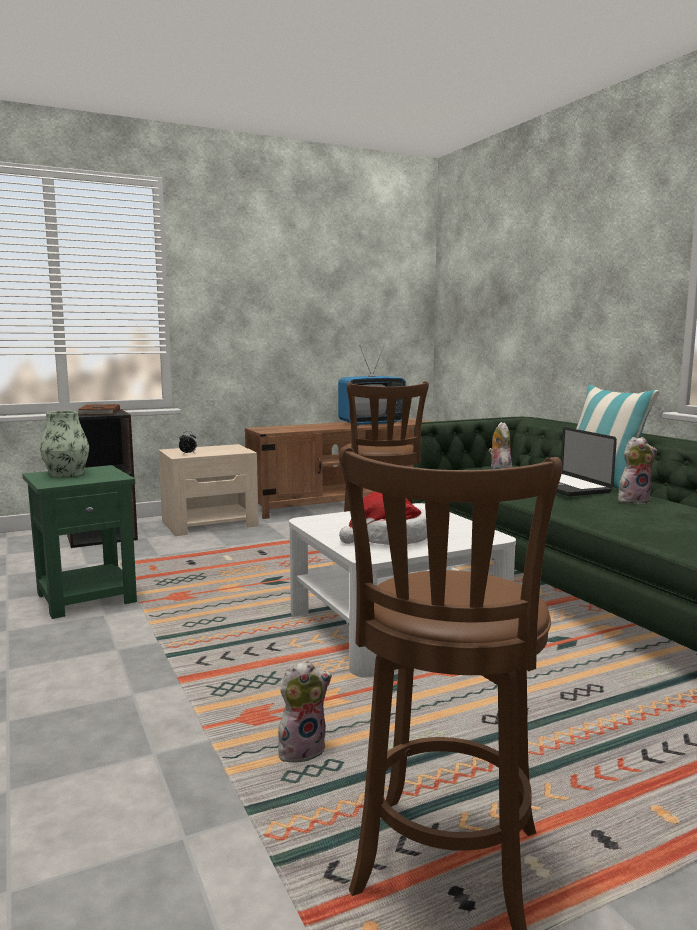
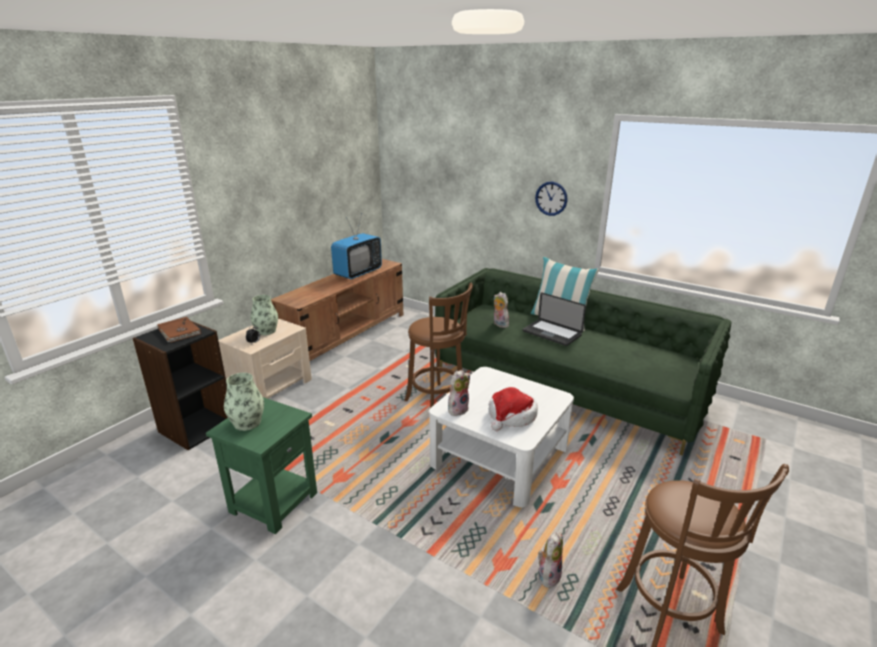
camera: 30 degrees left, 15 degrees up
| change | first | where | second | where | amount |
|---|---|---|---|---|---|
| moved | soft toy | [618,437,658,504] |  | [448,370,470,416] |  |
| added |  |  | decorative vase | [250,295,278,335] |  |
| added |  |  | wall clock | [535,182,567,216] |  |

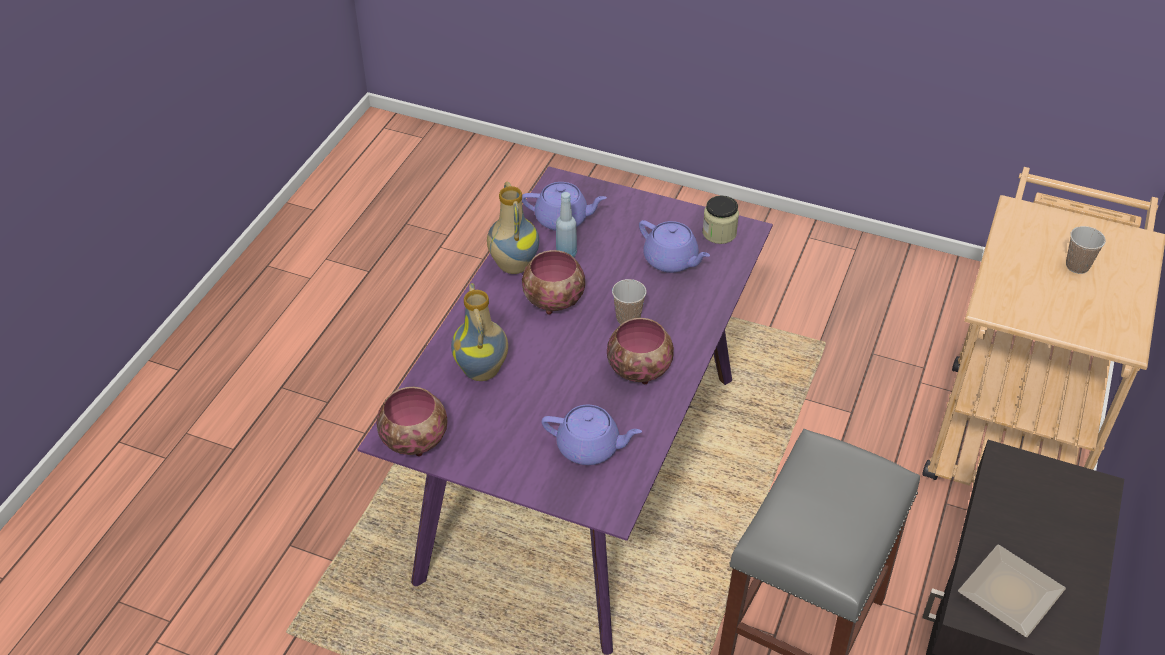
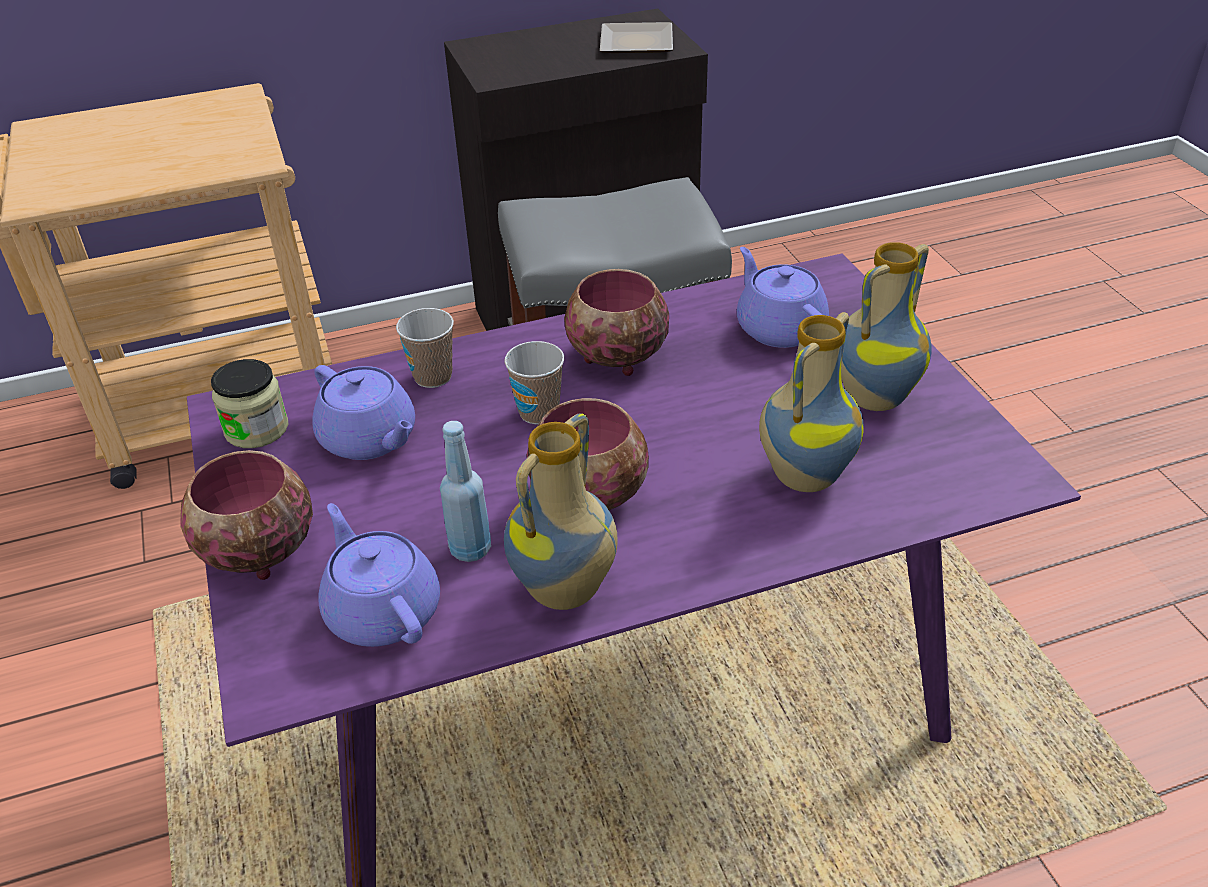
camera: 130 degrees left, 5 degrees down
| change | first | where | second | where | amount |
|---|---|---|---|---|---|
| moved | bowl | [376,387,448,456] |  | [180,450,313,580] |  |
| turned | purplish pot for tea | [639,220,710,273] |  | [312,365,415,460] | 135 degrees clockwise |
| moved | drinking cup | [1066,226,1106,274] |  | [396,308,454,388] |  |
| added |  |  | decorative vase | [841,242,931,411] |  |

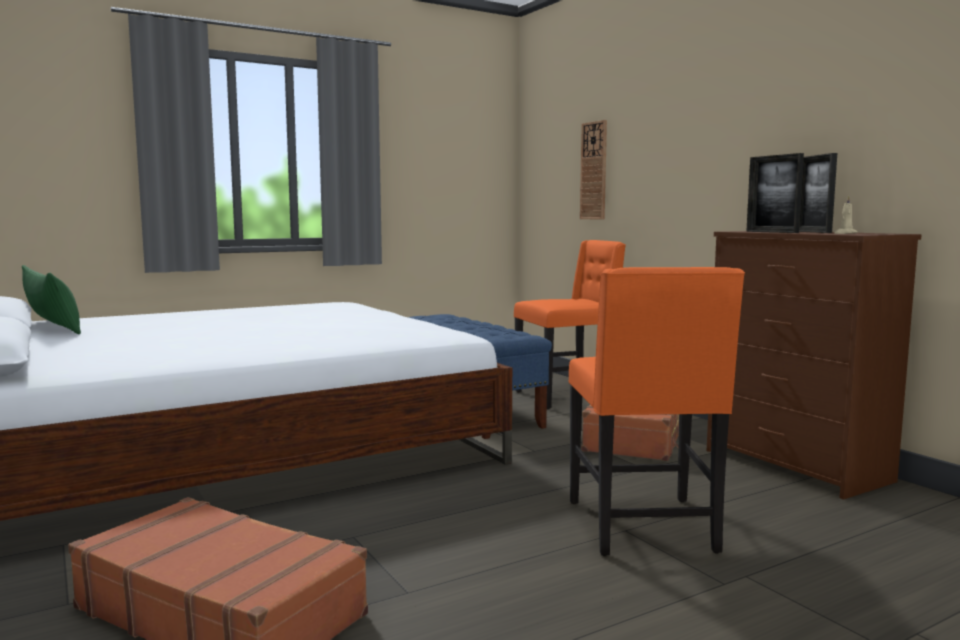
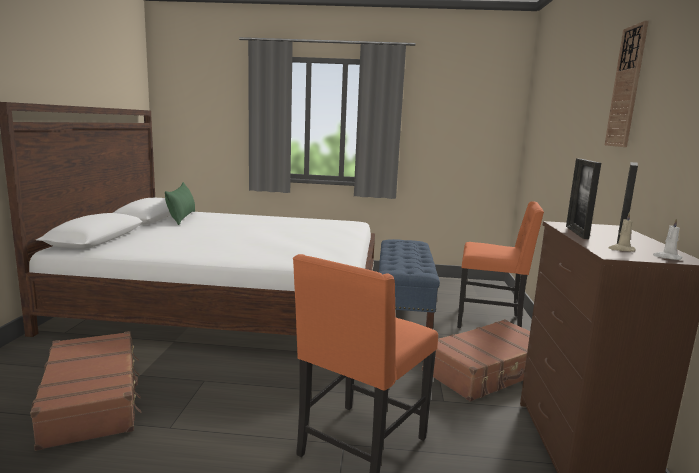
camera: 35 degrees right, 5 degrees up
| change | first | where | second | where | amount |
|---|---|---|---|---|---|
| moved | wall clock | [580,120,607,220] |  | [605,21,649,147] |  |
| added |  |  | white-coloured wax candle | [653,219,682,260] |  |

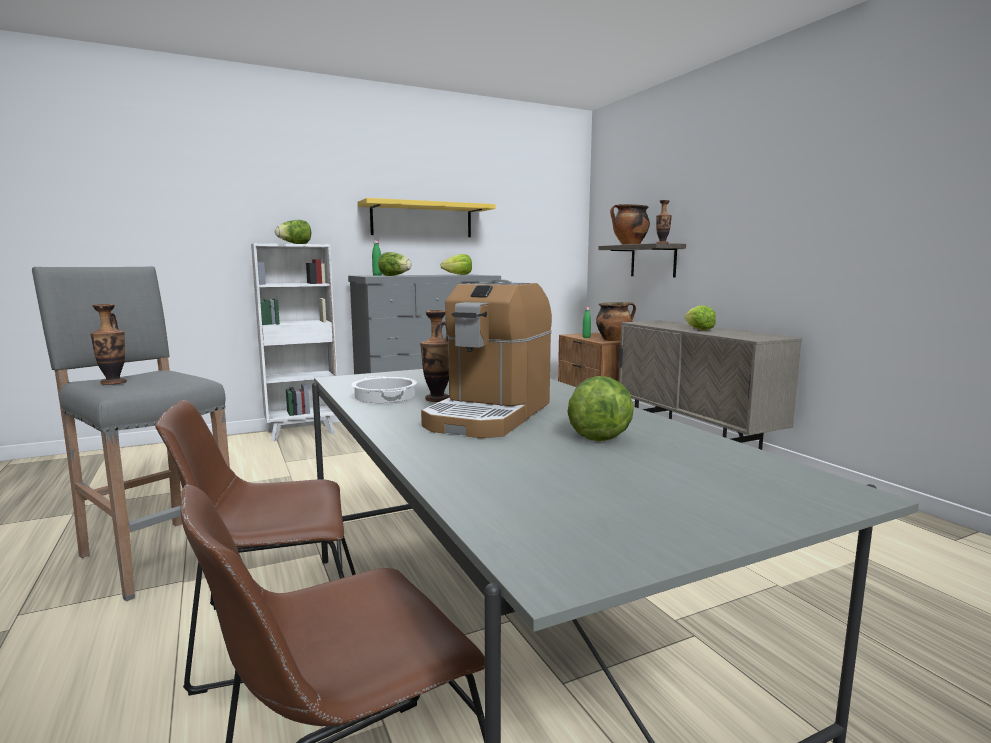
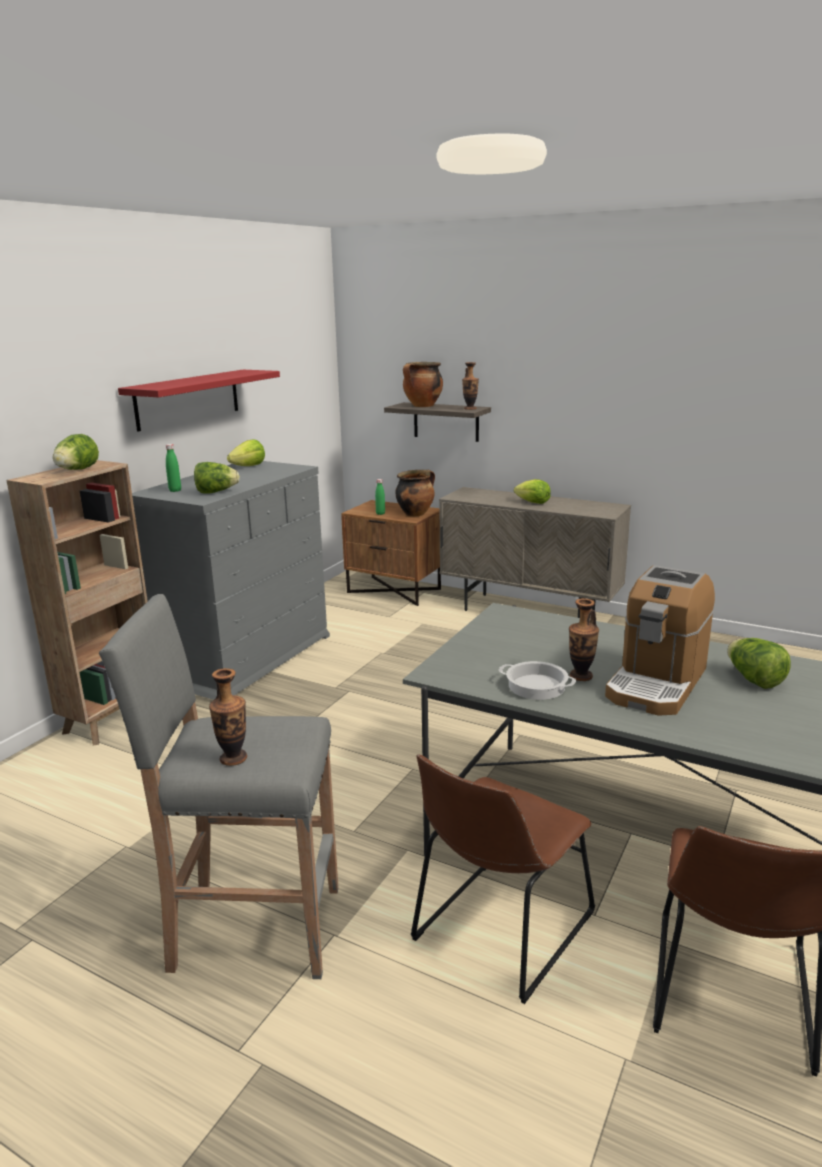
camera: 35 degrees left, 10 degrees up
| change | first | where | second | where | amount |
|---|---|---|---|---|---|
| recoloured | white-coloured bookshelf | [251,243,337,441] | brown bookshelf | [6,460,148,745] |  |
| recoloured | yellow wall shelf | [358,198,496,237] | red-coloured wall shelf | [118,370,280,432] |  |
| turned | coffee maker | [421,280,552,438] |  | [605,565,715,716] | 45 degrees clockwise |

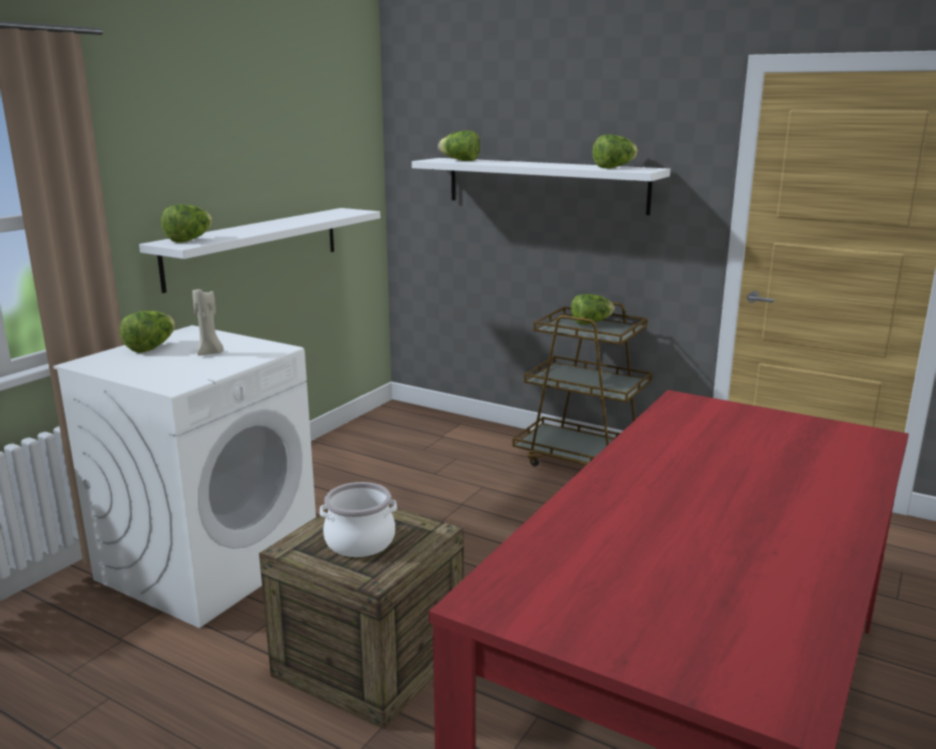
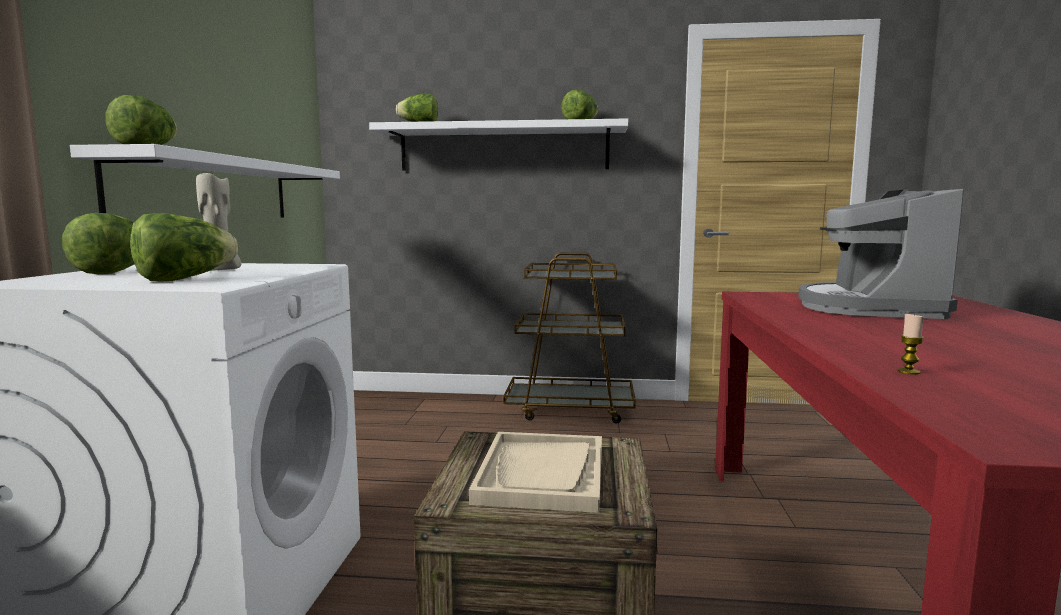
camera: 25 degrees left, 10 degrees down
| change | first | where | second | where | amount |
|---|---|---|---|---|---|
| replaced | saucepot | [320,482,397,557] | beige-coloured tray | [469,432,602,513] |  |
| moved | head of lettuce | [571,294,615,325] |  | [130,213,238,281] |  |
| added |  |  | coffee maker | [798,189,964,319] |  |
| added |  |  | wax candle | [898,313,924,375] |  |

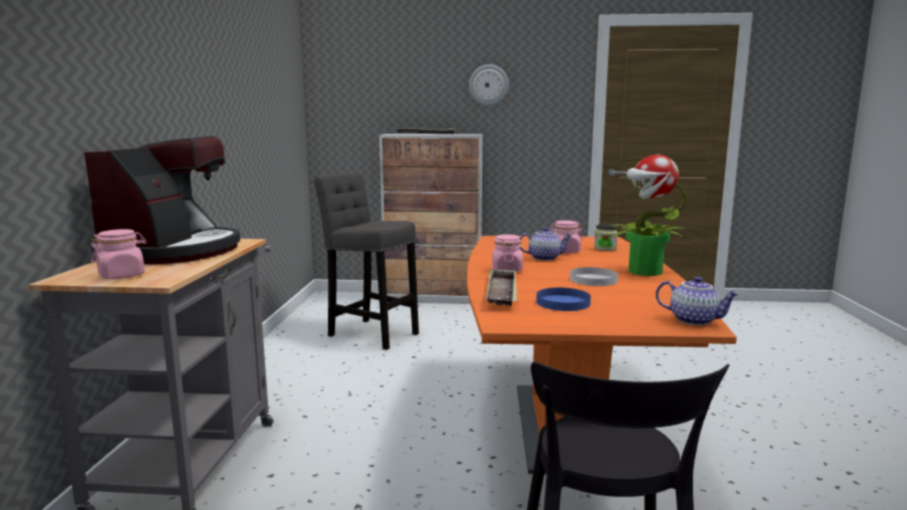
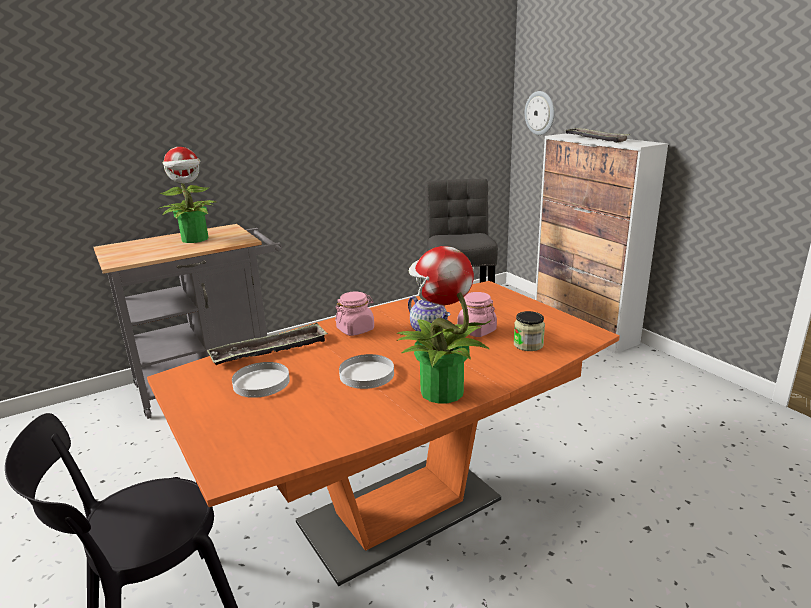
camera: 55 degrees right, 10 degrees up
| change | first | where | second | where | amount |
|---|---|---|---|---|---|
| replaced | coffee maker | [84,136,240,264] | houseplant | [160,147,217,243] |  |
| removed | pink storage jar | [91,229,147,279] |  |  |  |
| moved | wall clock | [469,64,509,106] |  | [525,91,554,135] |  |
| recoloured | blue dinner plate | [536,288,591,311] | white-coloured dinner plate | [232,362,290,398] |  |
| removed | pot for tea | [656,276,739,326] |  |  |  |

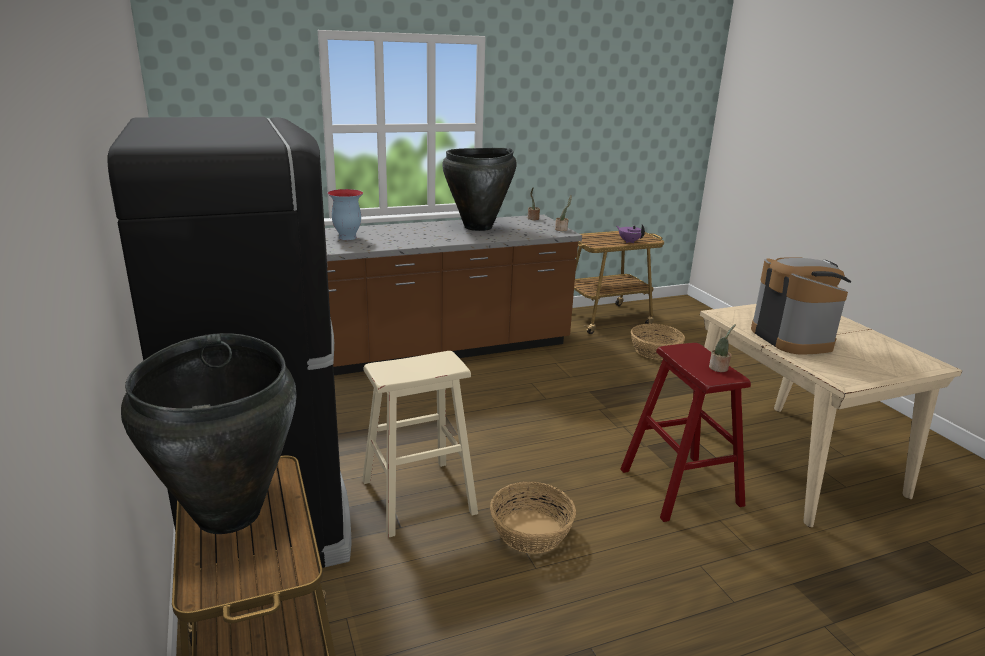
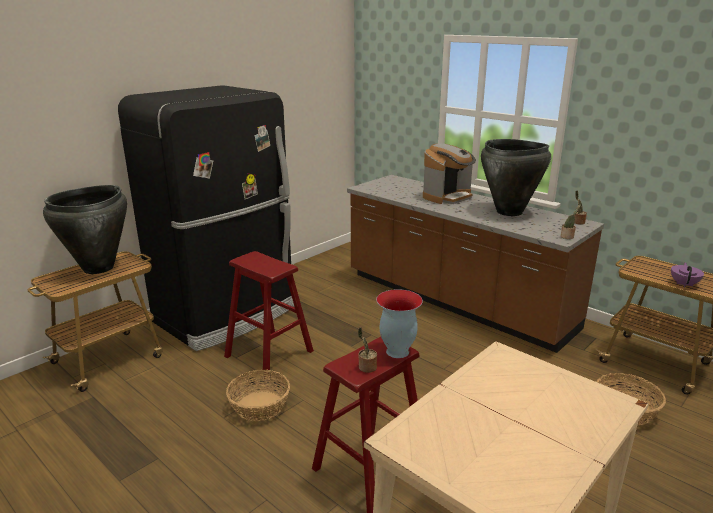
camera: 65 degrees right, 0 degrees up
| change | first | where | second | where | amount |
|---|---|---|---|---|---|
| moved | decorative vase | [327,189,363,240] |  | [376,289,423,358] |  |
| recoloured | beige-coloured stool | [362,351,478,538] | red-coloured stool | [224,251,314,378] |  |
| moved | coffee maker | [751,257,852,355] |  | [423,143,476,204] |  |

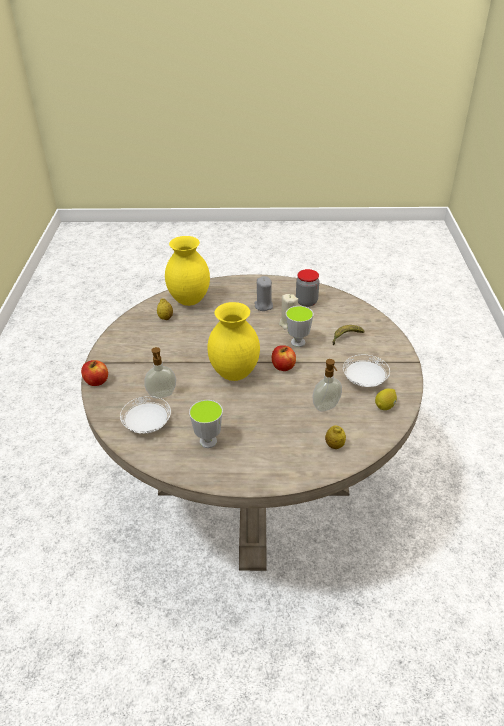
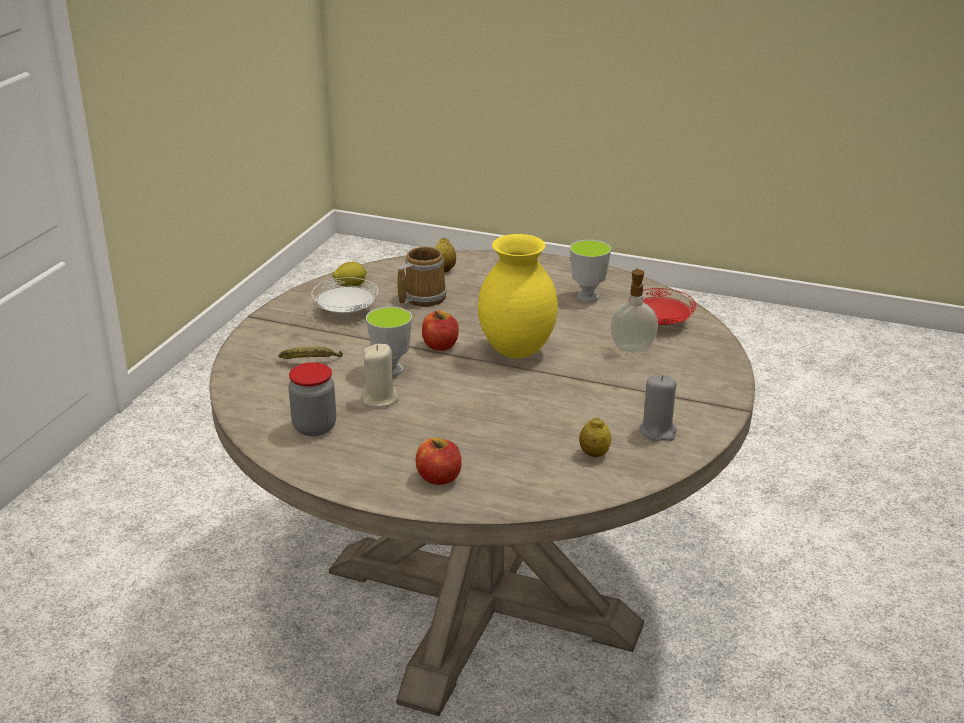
camera: 160 degrees left, 10 degrees down
| change | first | where | second | where | amount |
|---|---|---|---|---|---|
| moved | apple | [81,360,108,386] |  | [416,438,462,485] |  |
| recoloured | white-coloured dinner plate | [120,396,171,434] | red-coloured dinner plate | [628,288,696,325] |  |
| removed | yellow decorative vase | [165,236,210,306] |  |  |  |
| moved | gray wax candle | [254,276,273,311] |  | [639,375,677,441] |  |
| replaced | soap bottle | [313,359,342,412] | mug | [397,246,447,307] |  |

